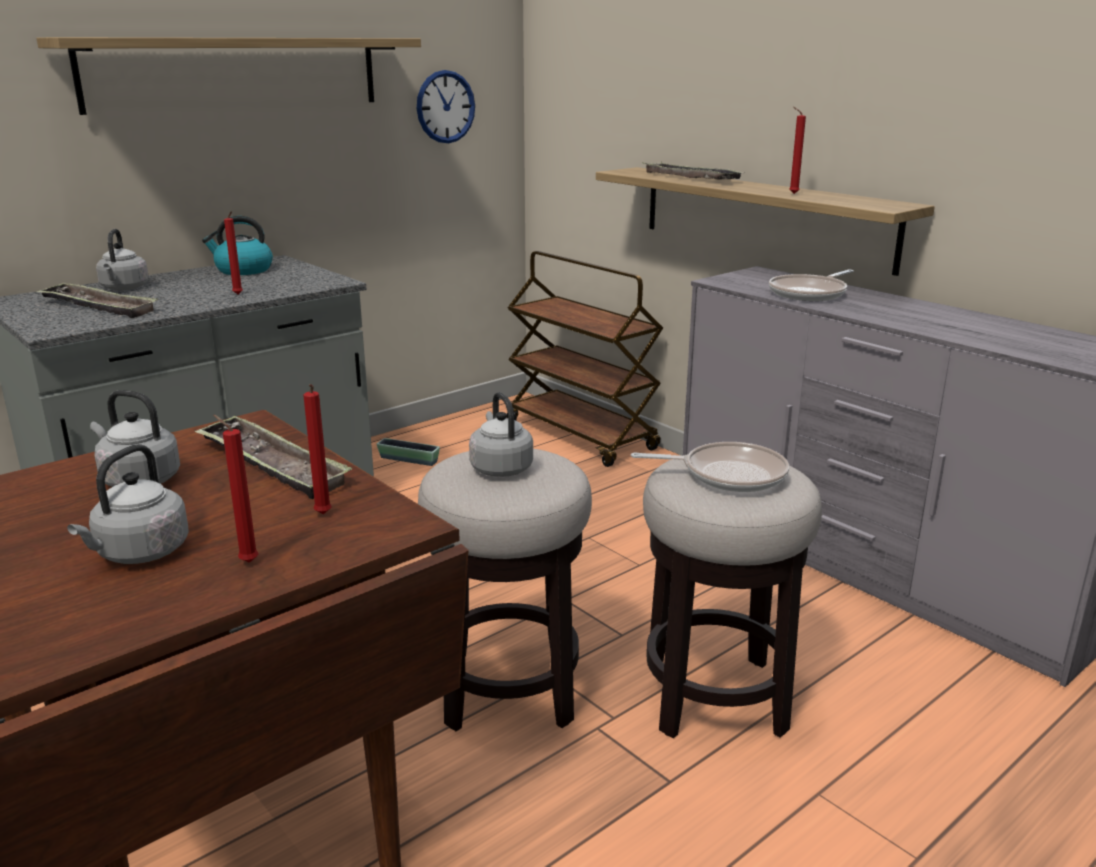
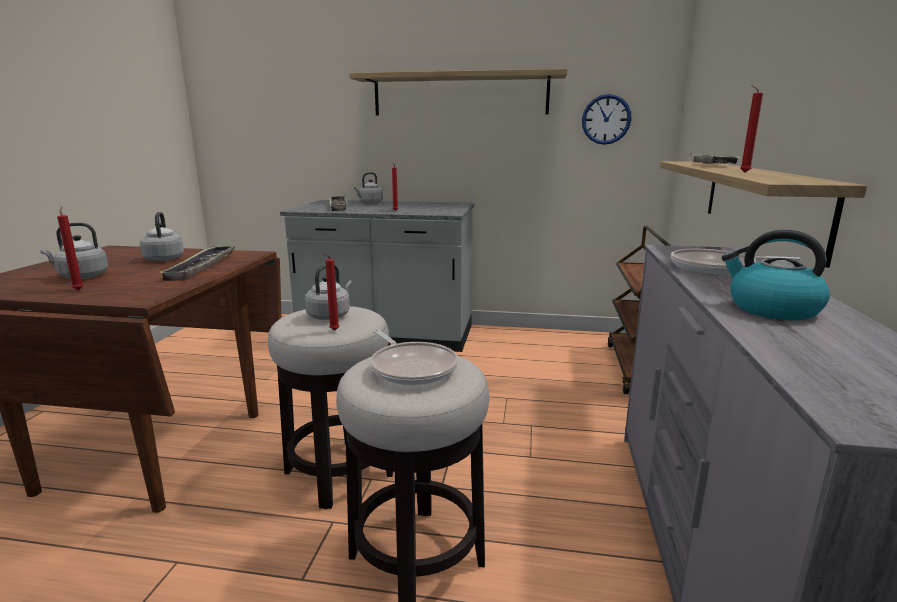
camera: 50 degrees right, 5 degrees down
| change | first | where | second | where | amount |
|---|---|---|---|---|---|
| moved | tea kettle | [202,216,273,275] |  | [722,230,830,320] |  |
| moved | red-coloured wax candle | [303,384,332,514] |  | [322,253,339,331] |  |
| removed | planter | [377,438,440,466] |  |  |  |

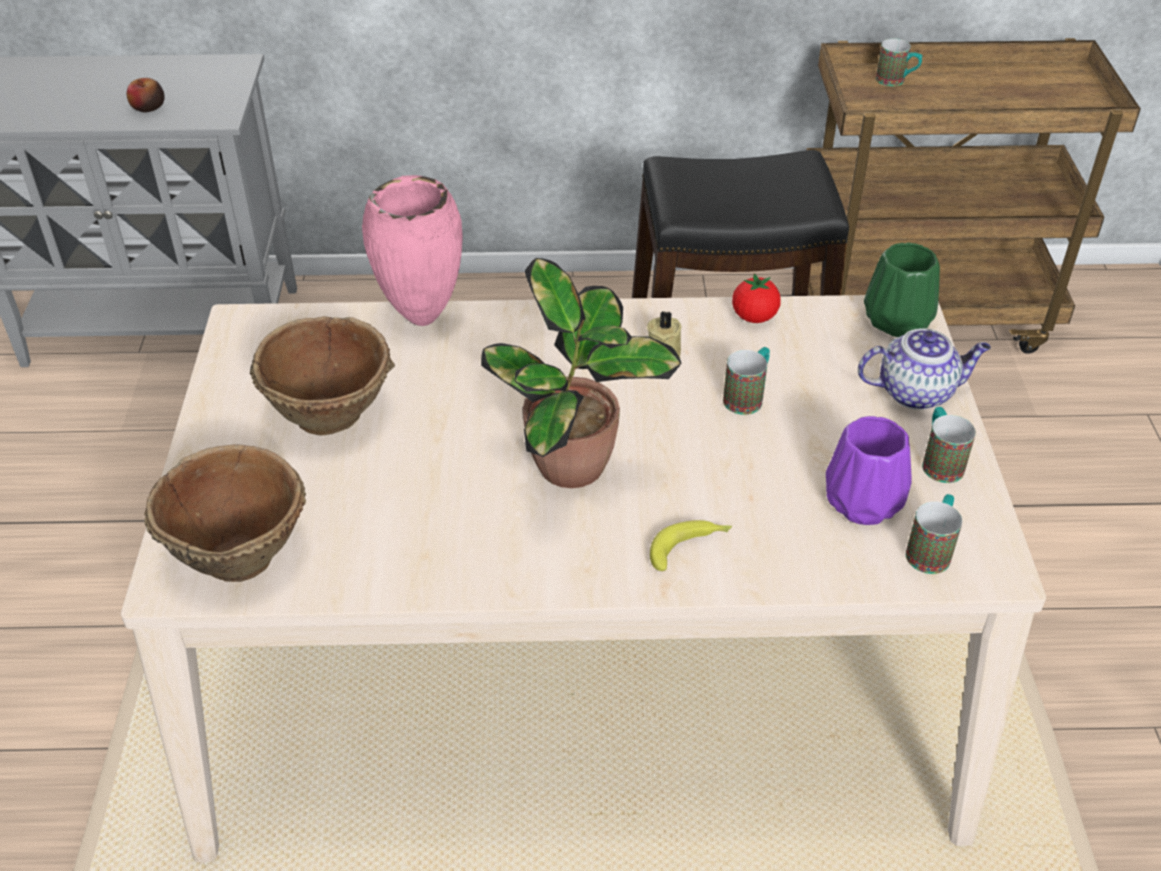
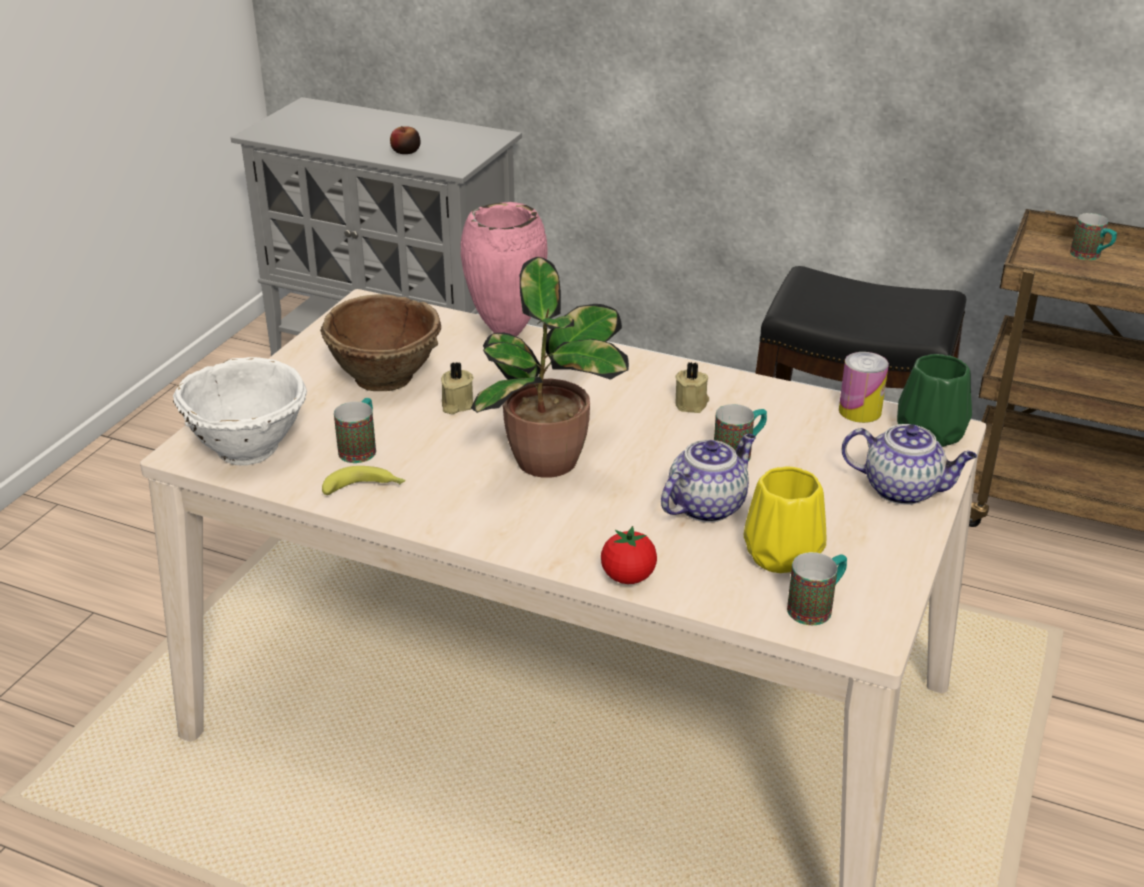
camera: 25 degrees right, 10 degrees down
| change | first | where | second | where | amount |
|---|---|---|---|---|---|
| recoloured | brown bowl | [144,444,306,582] | white-coloured bowl | [173,357,307,466] |  |
| moved | banana | [650,520,732,571] |  | [322,466,406,495] |  |
| moved | fresh tomato | [732,273,781,323] |  | [601,526,657,584] |  |
| recoloured | purplish decorative vase | [826,416,912,525] | yellow decorative vase | [744,467,826,573] |  |
| moved | mug | [922,407,976,483] |  | [334,398,376,463] |  |
| added |  |  | beige-coloured wax candle | [441,362,474,414] |  |
| added |  |  | pot for tea | [661,434,756,523] |  |
| added |  |  | can | [839,352,889,423] |  |

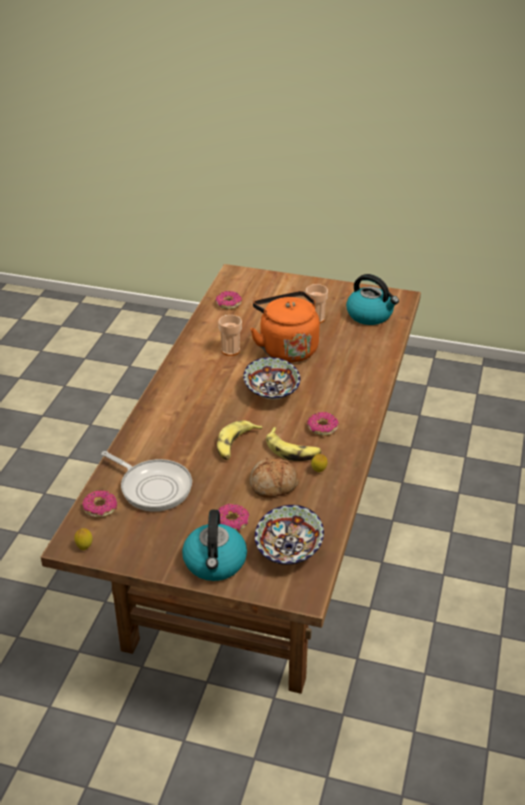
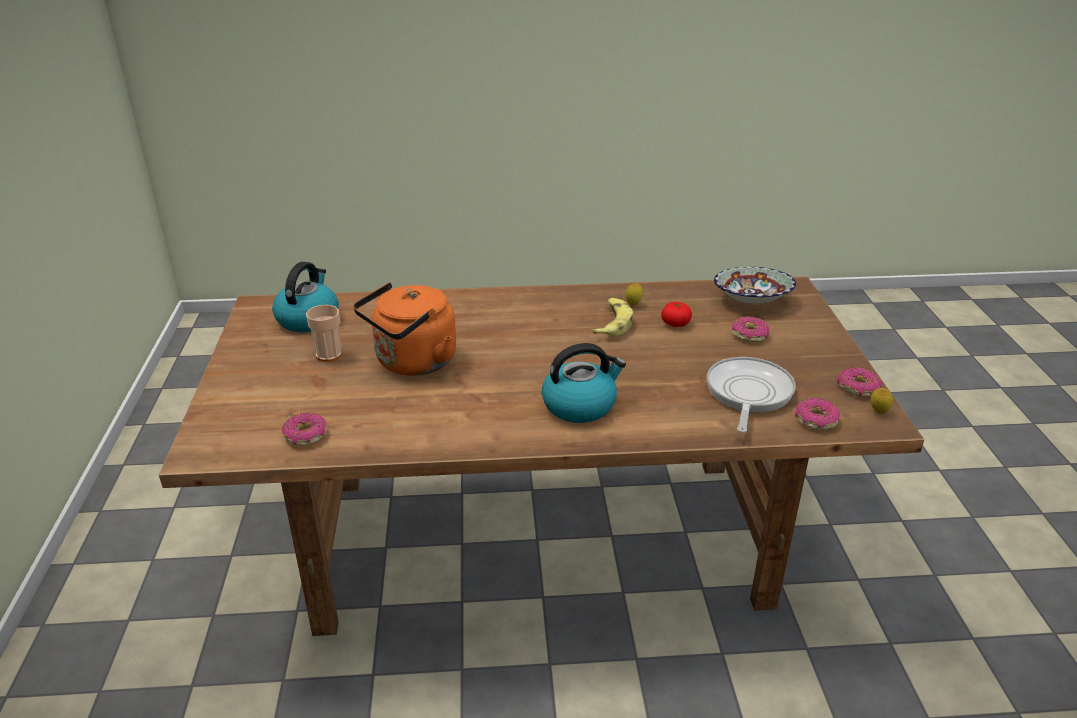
camera: 110 degrees left, 5 degrees down
| change | first | where | second | where | amount |
|---|---|---|---|---|---|
| moved | tea kettle | [182,510,247,581] |  | [542,343,626,423] |  |
| removed | banana | [217,420,263,460] |  |  |  |
| removed | drinking cup | [218,315,242,356] |  |  |  |
| removed | bowl | [243,357,300,399] |  |  |  |
| replaced | baked bread | [249,458,299,498] | fresh tomato | [661,302,692,327] |  |
| moved | ring doughnut | [307,412,339,436] |  | [837,367,882,397] |  |

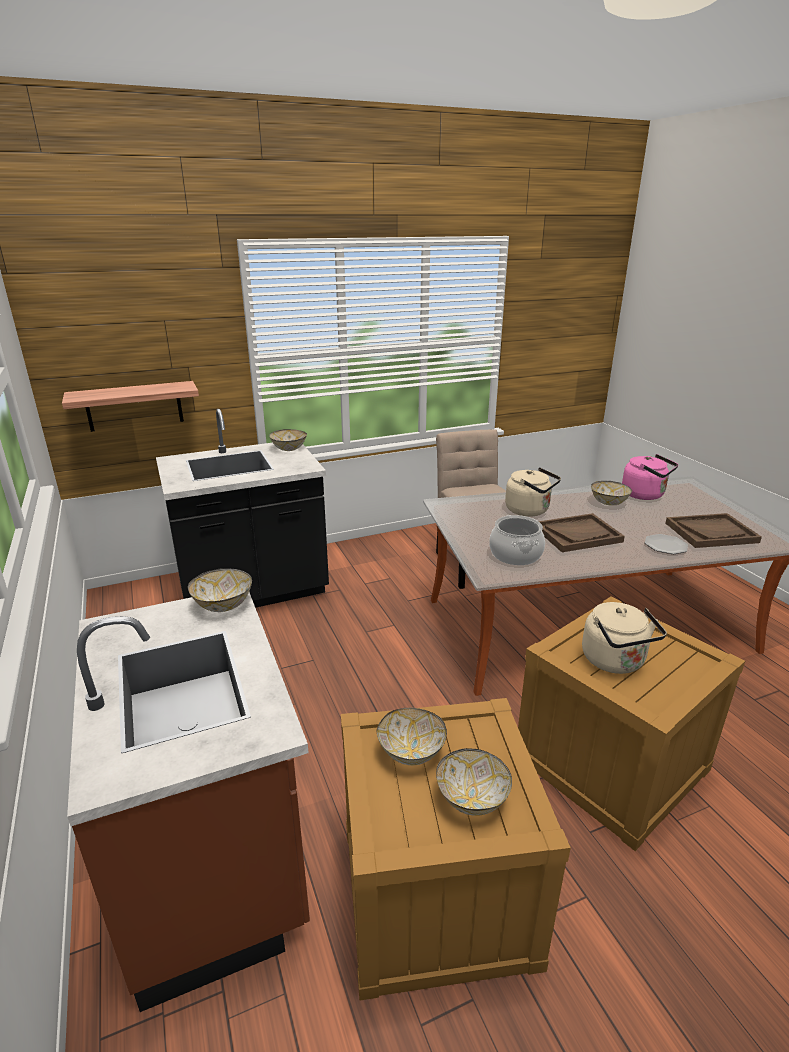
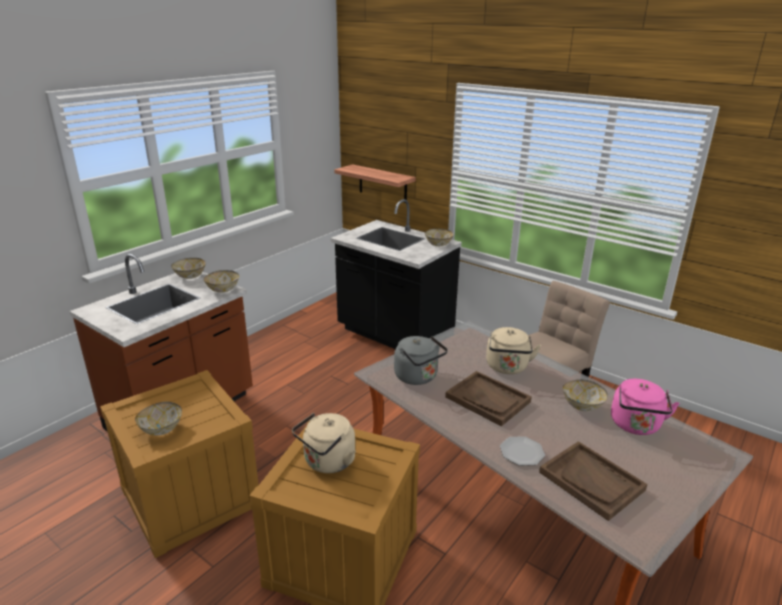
camera: 60 degrees right, 0 degrees up
| change | first | where | second | where | amount |
|---|---|---|---|---|---|
| moved | bowl | [377,708,447,765] |  | [171,258,206,279] |  |
| replaced | saucepot | [489,515,545,565] | gray tea kettle | [394,336,448,385] |  |

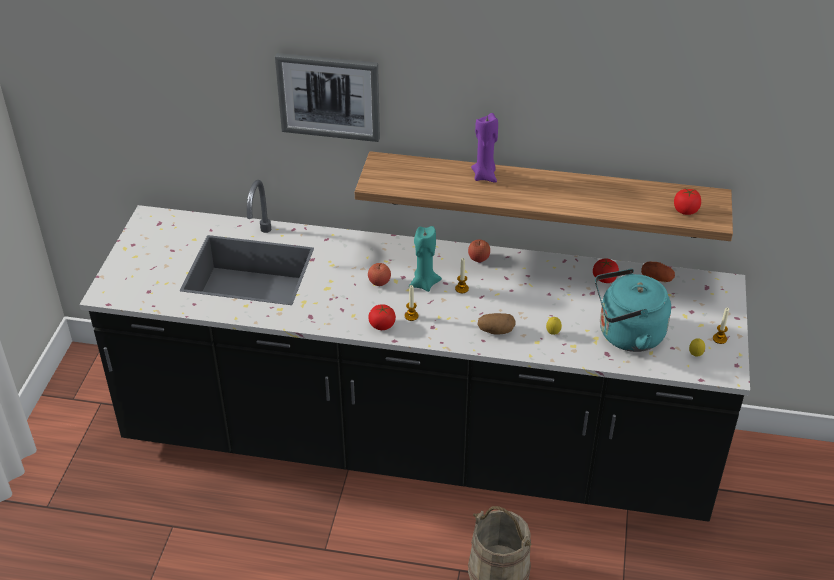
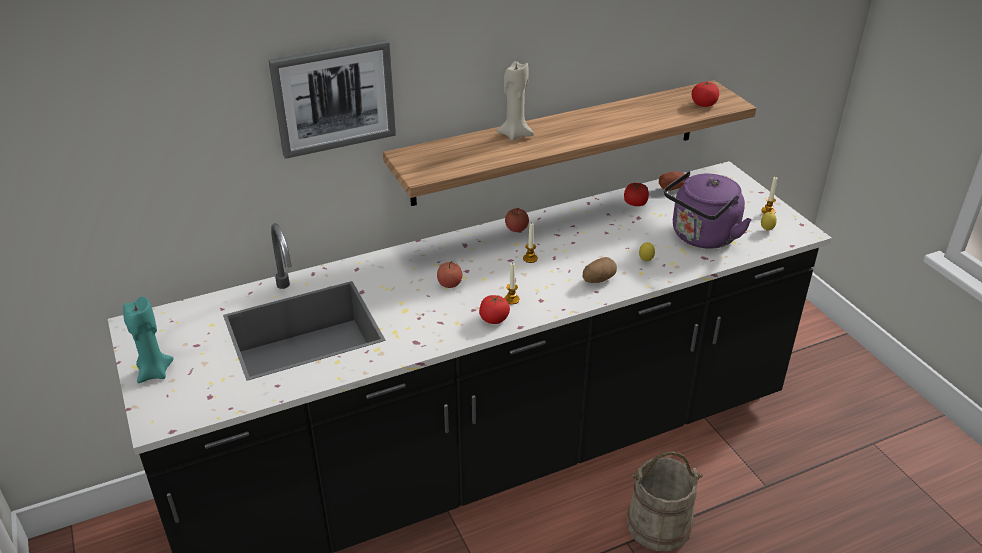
camera: 35 degrees left, 5 degrees down
| change | first | where | second | where | amount |
|---|---|---|---|---|---|
| moved | blue-green wax candle | [409,226,442,292] |  | [123,296,173,383] |  |
| recoloured | purplish wax candle | [471,113,498,183] | beige-coloured wax candle | [497,61,534,141] |  |
| recoloured | blue-green tea kettle | [595,269,671,352] | purplish tea kettle | [664,171,752,249] |  |

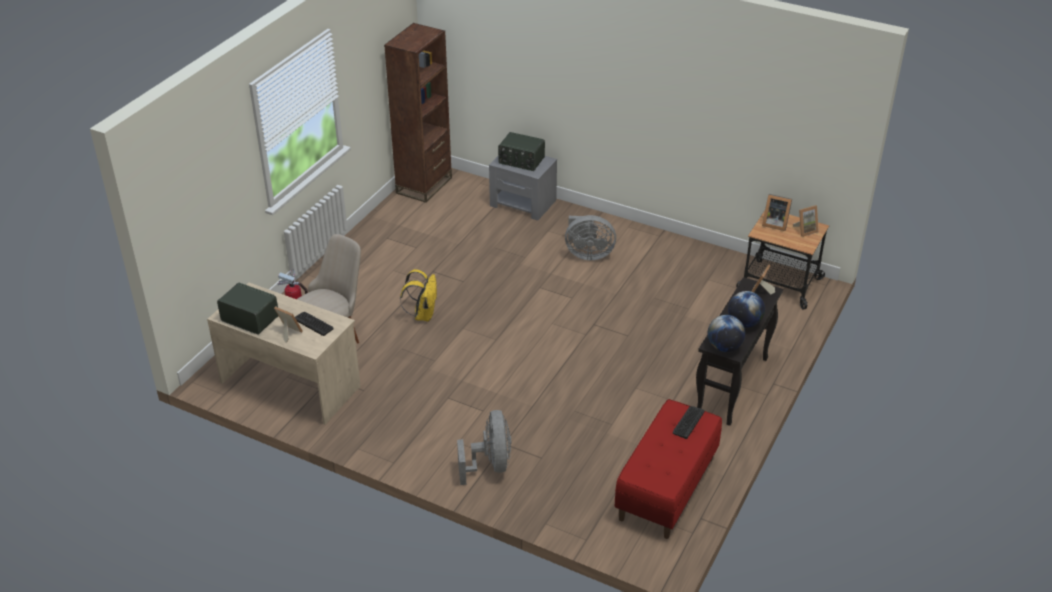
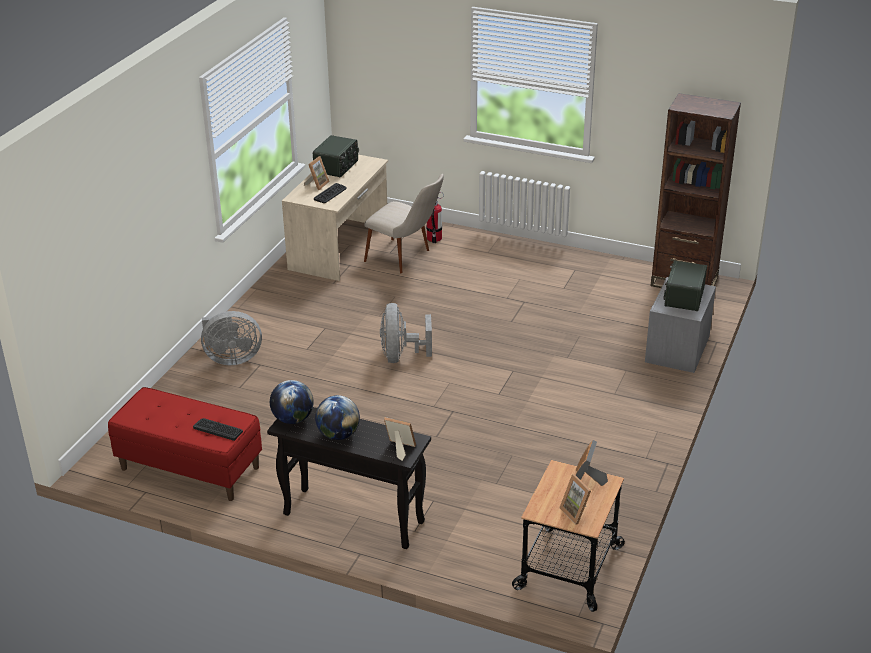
camera: 85 degrees right, 5 degrees down
| change | first | where | second | where | amount |
|---|---|---|---|---|---|
| removed | yellow knapsack | [400,269,437,322] |  |  |  |
| moved | gray fan | [565,215,616,260] |  | [380,303,432,363] |  |

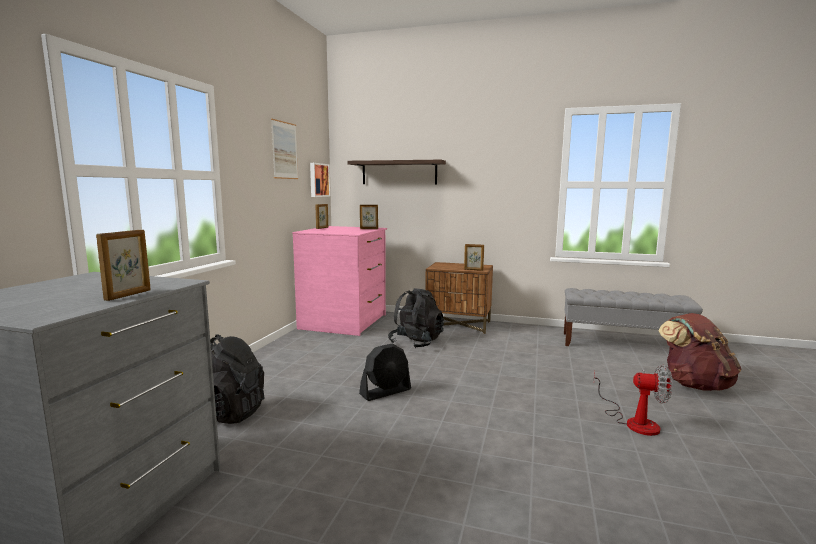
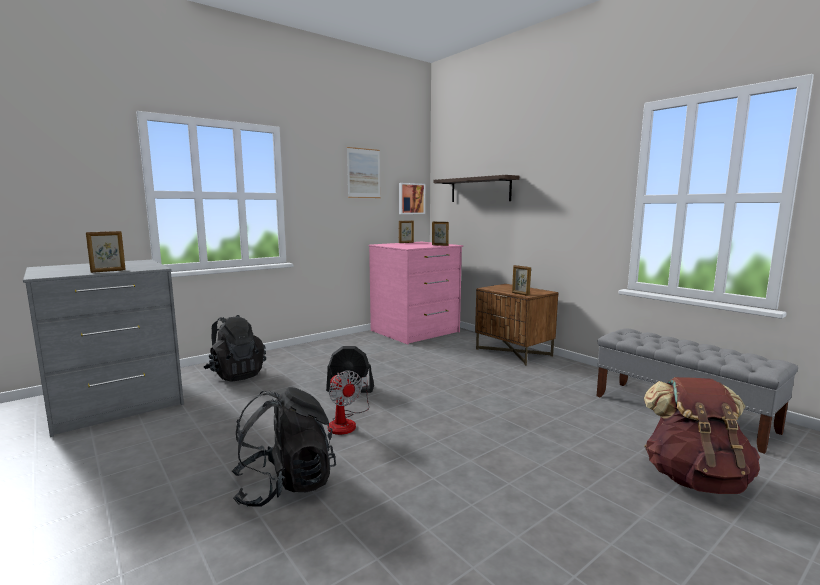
camera: 35 degrees right, 0 degrees up
| change | first | where | second | where | amount |
|---|---|---|---|---|---|
| moved | black knapsack | [388,288,444,349] |  | [232,387,336,507] |  |
| moved | fan | [594,364,672,436] |  | [328,370,370,435] |  |

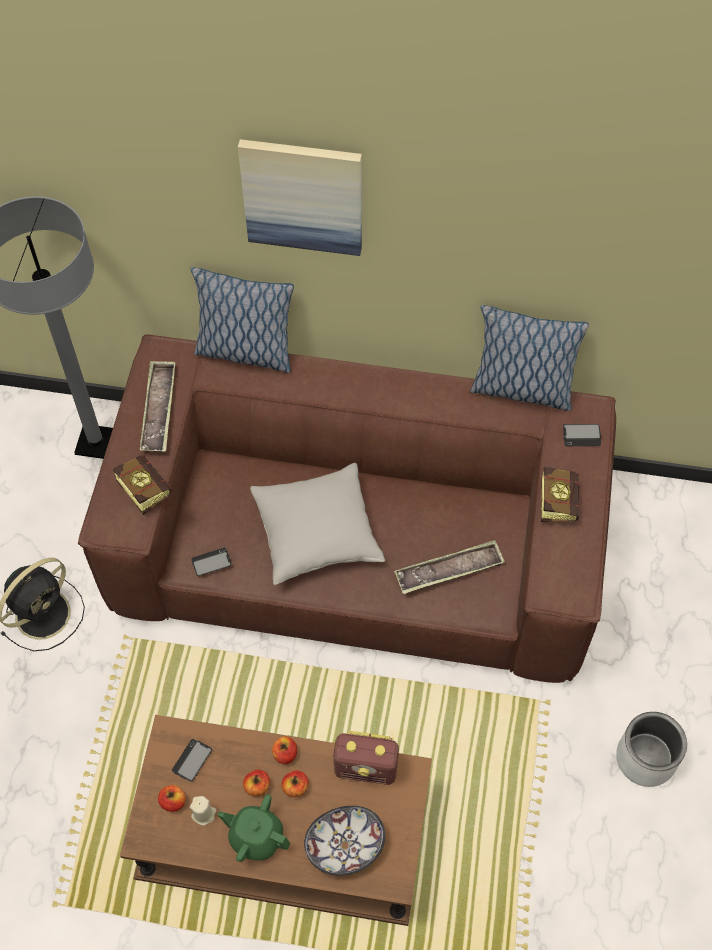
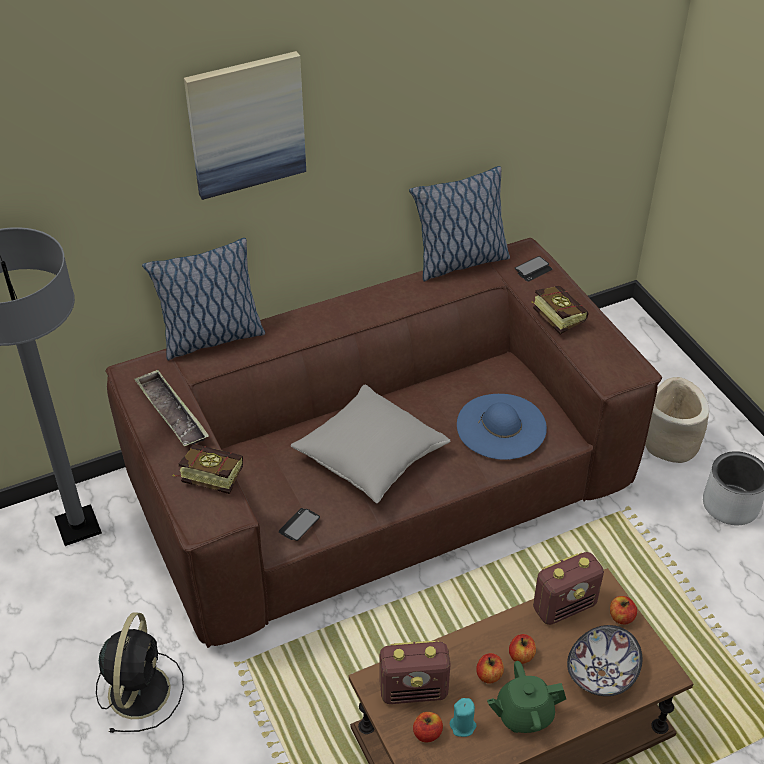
camera: 35 degrees left, 15 degrees down
| change | first | where | second | where | amount |
|---|---|---|---|---|---|
| replaced | handset | [172,739,212,781] | radio set | [380,641,451,704] |  |
| recoloured | beige-coloured wax candle | [190,796,216,825] | blue-green wax candle | [450,698,477,737] |  |
| moved | apple | [272,736,297,764] |  | [610,596,637,625] |  |
| replaced | tray | [394,540,505,594] | blue hat | [457,394,547,460] |  |
| added |  |  | beige-coloured planter | [645,377,709,463] |  |

